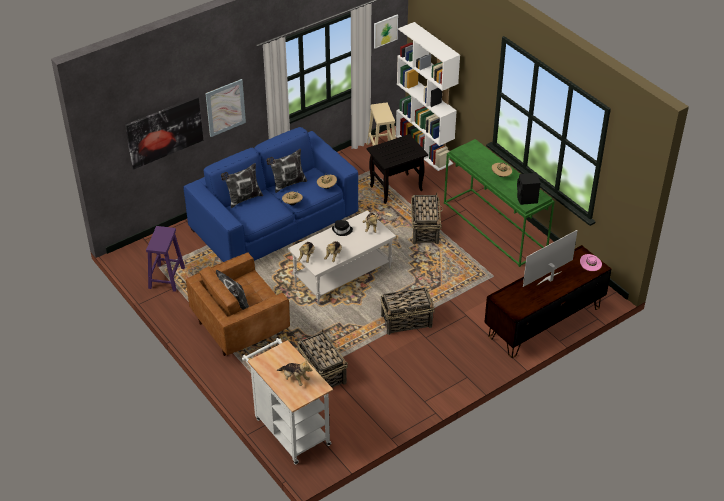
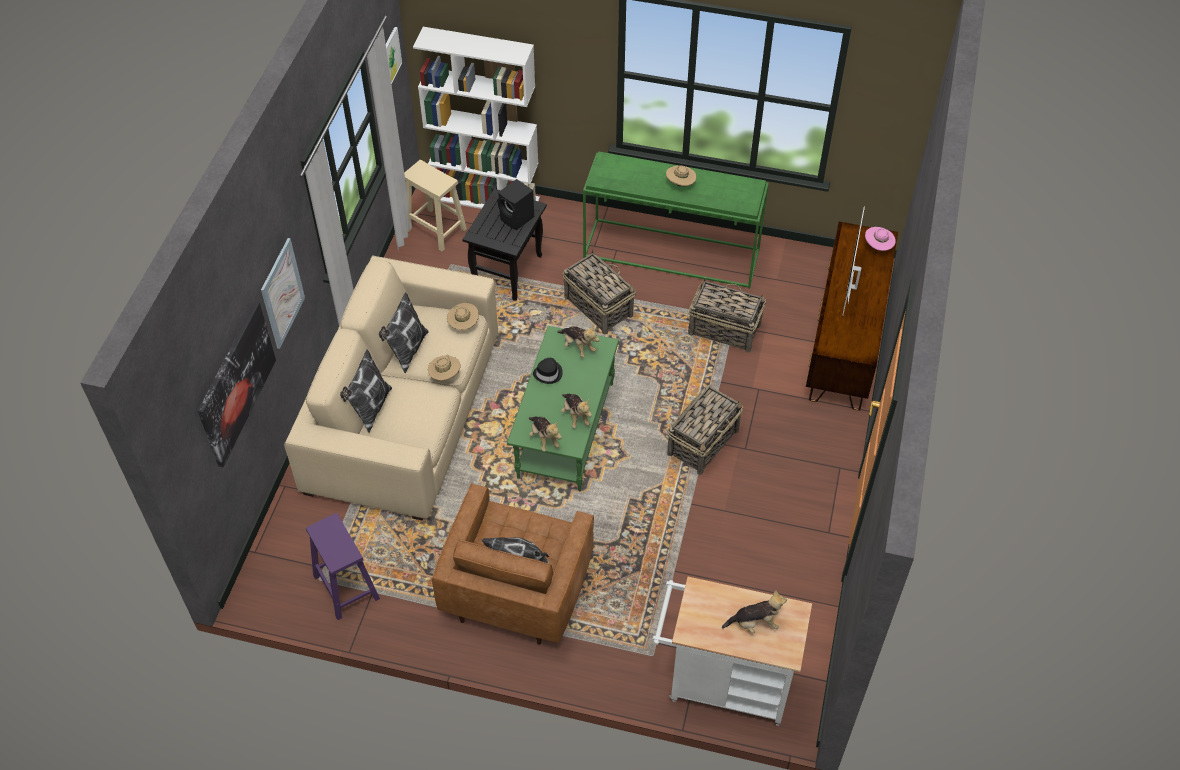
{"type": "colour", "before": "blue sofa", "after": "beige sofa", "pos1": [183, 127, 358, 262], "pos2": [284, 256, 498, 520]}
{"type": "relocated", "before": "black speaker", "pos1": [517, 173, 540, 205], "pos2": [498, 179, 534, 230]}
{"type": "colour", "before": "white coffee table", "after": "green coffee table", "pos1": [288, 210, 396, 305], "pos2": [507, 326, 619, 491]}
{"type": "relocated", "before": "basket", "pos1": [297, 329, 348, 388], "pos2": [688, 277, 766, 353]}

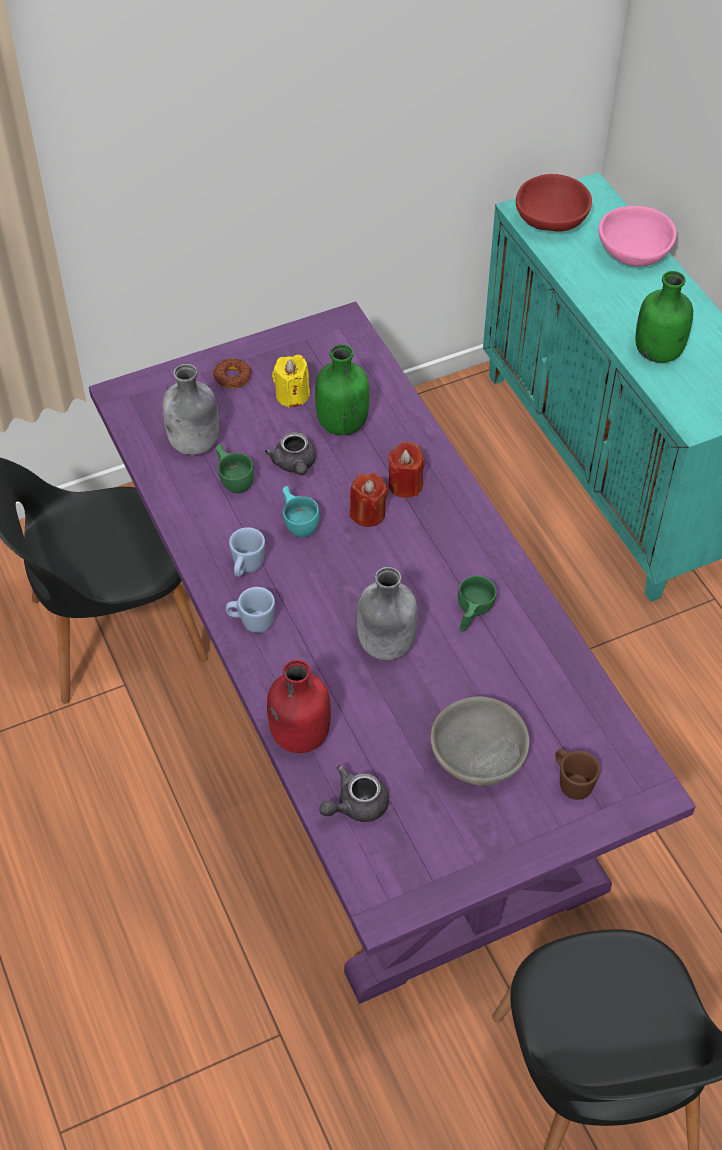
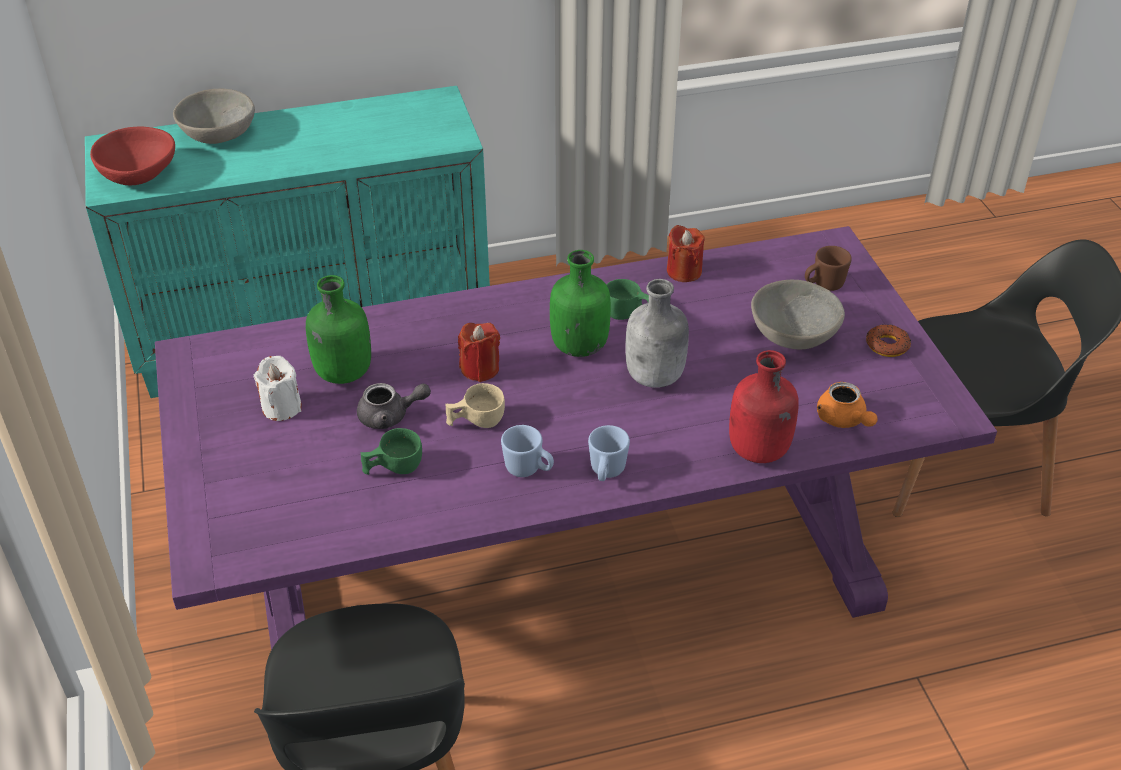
{"type": "colour", "before": "pink bowl", "after": "grey bowl", "pos1": [599, 206, 677, 267], "pos2": [173, 89, 255, 144]}
{"type": "colour", "before": "yellow candle", "after": "white candle", "pos1": [272, 355, 310, 408], "pos2": [253, 356, 302, 421]}
{"type": "colour", "before": "turquoise cup", "after": "beige cup", "pos1": [282, 486, 319, 538], "pos2": [446, 383, 505, 428]}
{"type": "relocated", "before": "green bottle", "pos1": [636, 271, 693, 363], "pos2": [550, 250, 611, 357]}
{"type": "relocated", "before": "red candle", "pos1": [388, 442, 425, 498], "pos2": [667, 225, 705, 282]}
{"type": "colour", "before": "grey teapot", "after": "orange teapot", "pos1": [319, 765, 389, 822], "pos2": [817, 382, 878, 428]}
{"type": "relocated", "before": "donut", "pos1": [213, 359, 252, 388], "pos2": [866, 324, 911, 357]}
{"type": "missing", "before": "grey bottle", "pos1": [162, 364, 219, 455]}

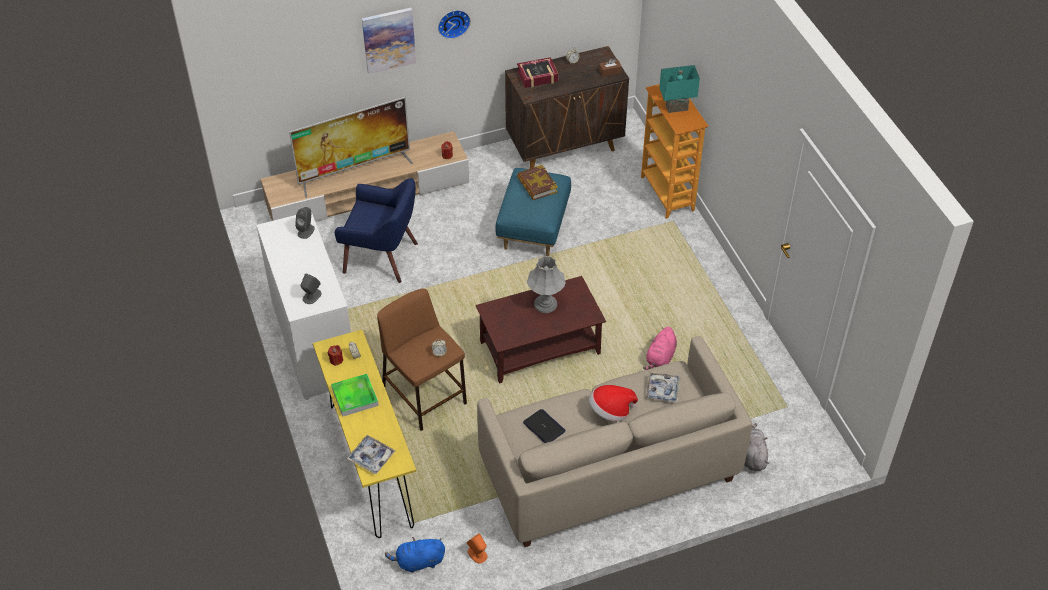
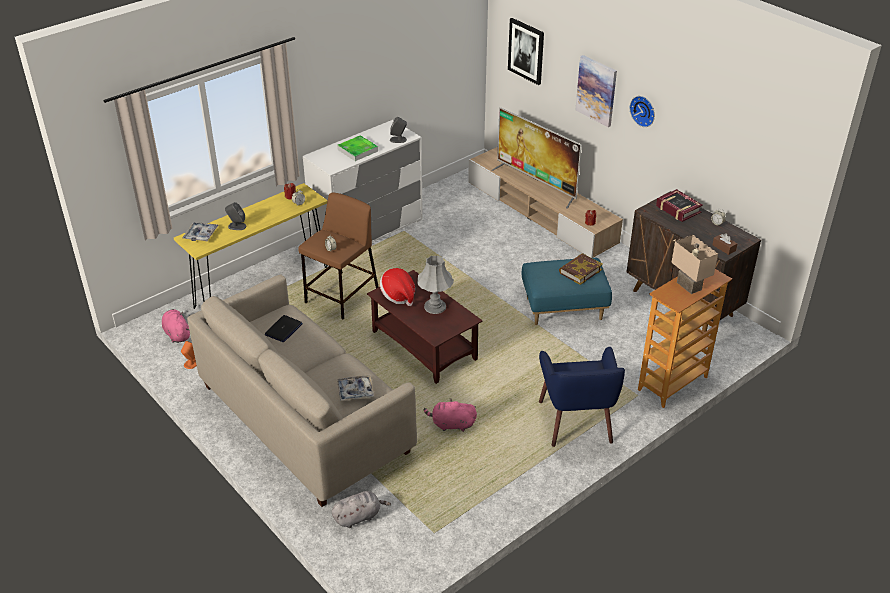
{"type": "colour", "before": "blue plush toy", "after": "pink plush toy", "pos1": [385, 537, 445, 573], "pos2": [162, 309, 190, 343]}
{"type": "relocated", "before": "grey speaker", "pos1": [300, 273, 321, 304], "pos2": [225, 202, 247, 230]}
{"type": "relocated", "before": "tray", "pos1": [331, 374, 379, 417], "pos2": [337, 135, 378, 161]}
{"type": "relocated", "before": "hat", "pos1": [589, 385, 638, 421], "pos2": [380, 268, 415, 306]}
{"type": "appeared", "after": "picture", "pos2": [508, 18, 544, 85]}
{"type": "relocated", "before": "blue armchair", "pos1": [335, 178, 418, 283], "pos2": [539, 347, 625, 447]}
{"type": "colour", "before": "turquoise table lamp", "after": "beige table lamp", "pos1": [659, 65, 700, 113], "pos2": [671, 235, 718, 294]}

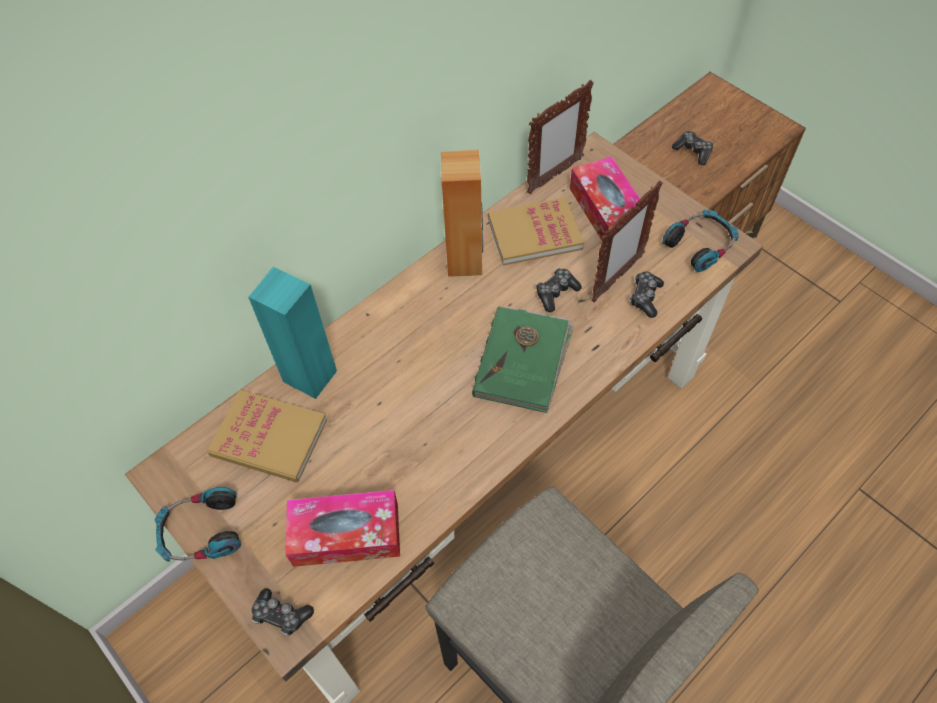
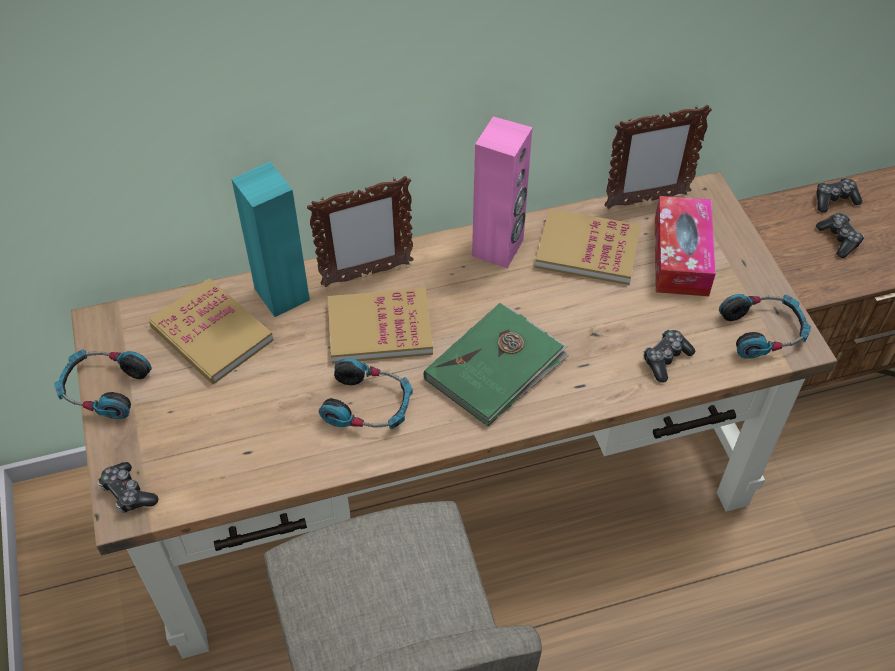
{"type": "relocated", "before": "picture frame", "pos1": [591, 181, 662, 303], "pos2": [307, 176, 414, 287]}
{"type": "appeared", "after": "headphones", "pos2": [319, 359, 413, 429]}
{"type": "appeared", "after": "book", "pos2": [328, 288, 433, 364]}
{"type": "colour", "before": "brown speaker", "after": "pink speaker", "pos1": [441, 149, 483, 277], "pos2": [472, 116, 533, 268]}
{"type": "relocated", "before": "game controller", "pos1": [536, 268, 582, 312], "pos2": [816, 178, 862, 212]}
{"type": "missing", "before": "tissue box", "pos1": [285, 490, 400, 567]}

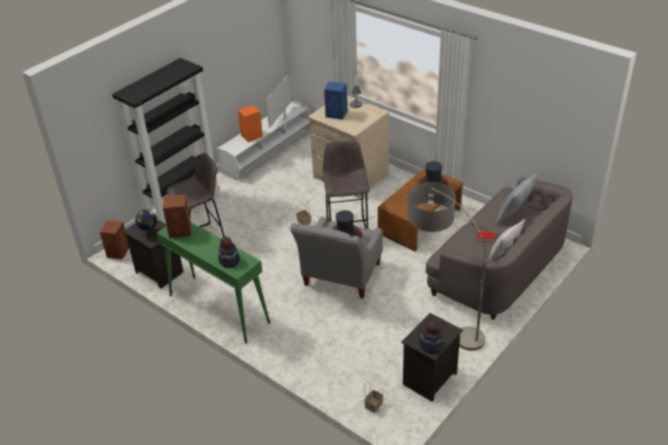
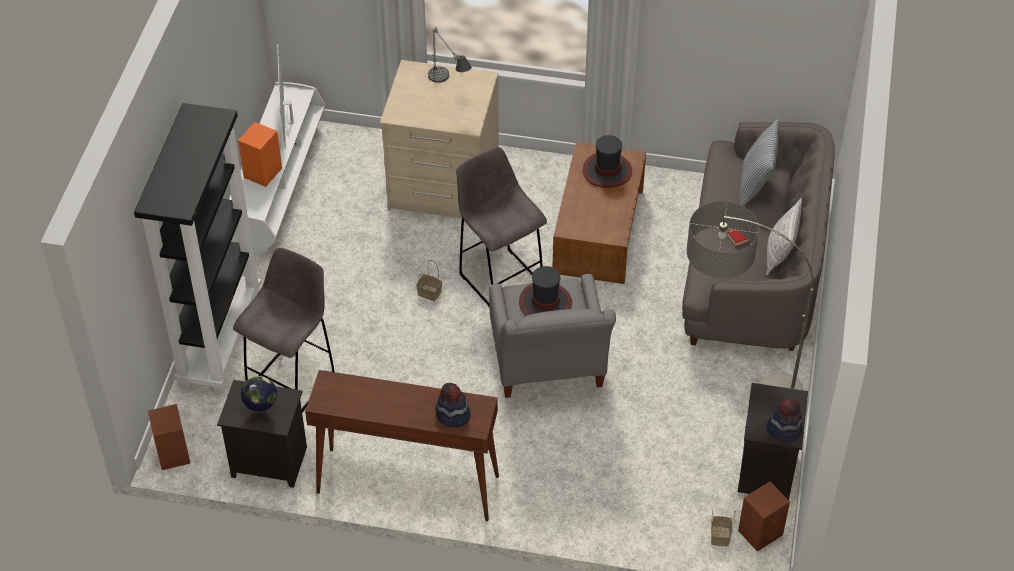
{"type": "colour", "before": "green console table", "after": "brown console table", "pos1": [157, 222, 270, 344], "pos2": [305, 370, 499, 521]}
{"type": "relocated", "before": "brown speaker", "pos1": [163, 194, 191, 238], "pos2": [738, 481, 790, 552]}
{"type": "missing", "before": "blue speaker", "pos1": [324, 81, 347, 120]}

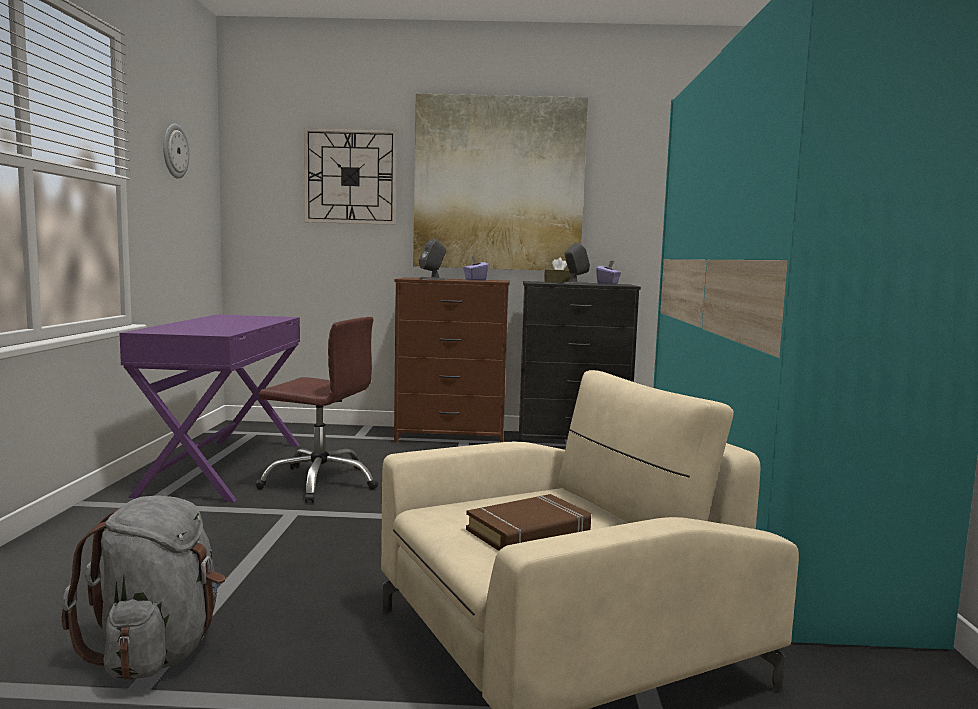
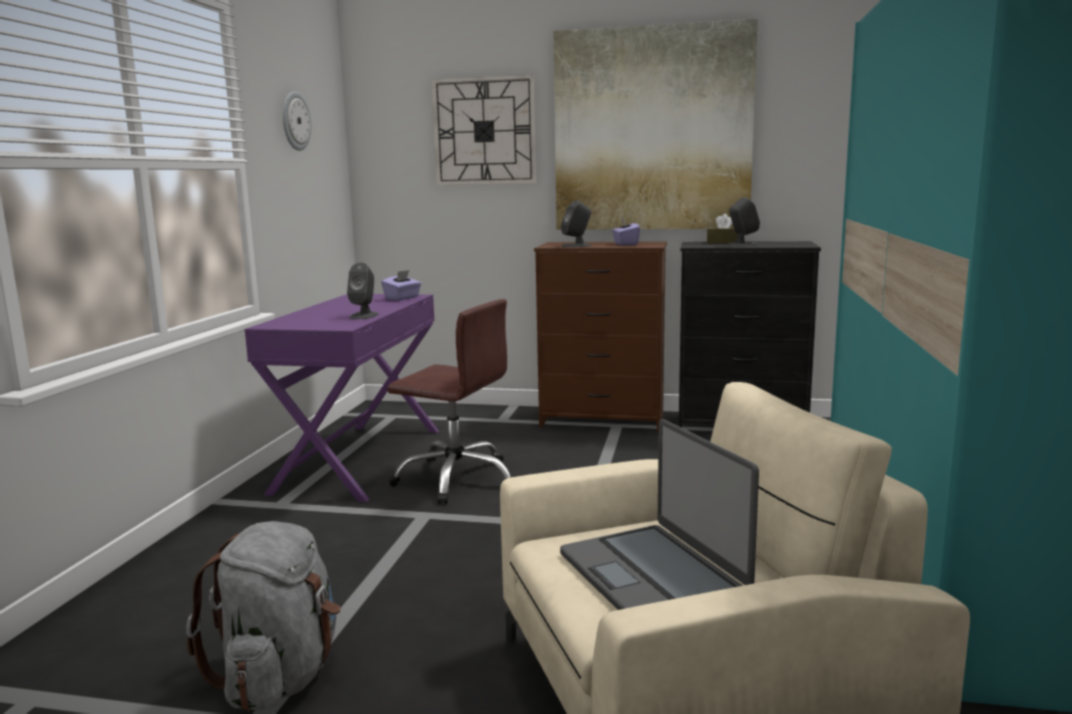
{"type": "appeared", "after": "grey speaker", "pos2": [347, 262, 378, 319]}
{"type": "relocated", "before": "purple tissue box", "pos1": [596, 260, 621, 285], "pos2": [381, 270, 421, 300]}
{"type": "exchanged", "before": "brown book", "after": "laptop", "pos1": [466, 494, 591, 551], "pos2": [560, 419, 759, 610]}

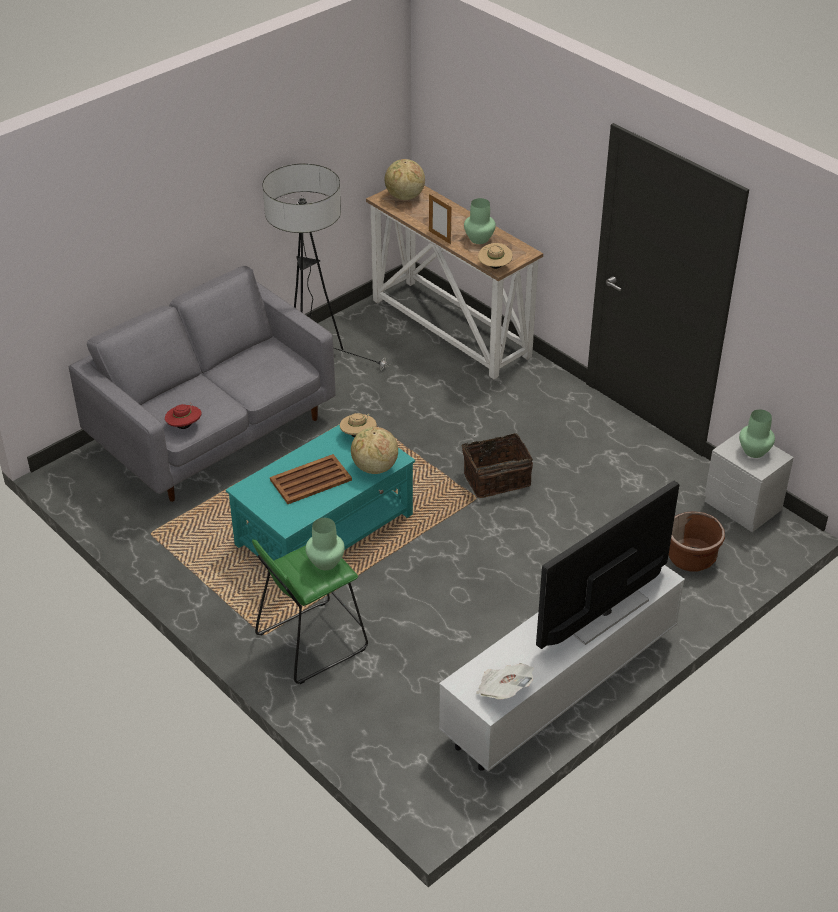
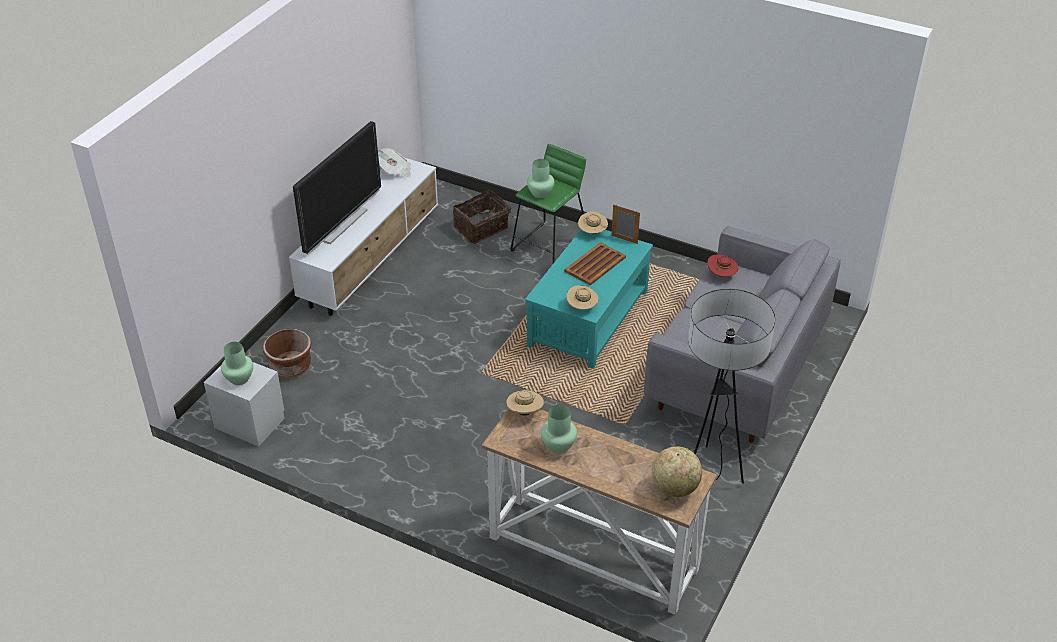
{"type": "relocated", "before": "basket", "pos1": [462, 433, 533, 498], "pos2": [453, 190, 513, 244]}
{"type": "appeared", "after": "beige hat", "pos2": [578, 212, 608, 234]}
{"type": "relocated", "before": "picture frame", "pos1": [429, 194, 452, 244], "pos2": [612, 204, 640, 244]}
{"type": "missing", "before": "globe", "pos1": [351, 427, 398, 474]}

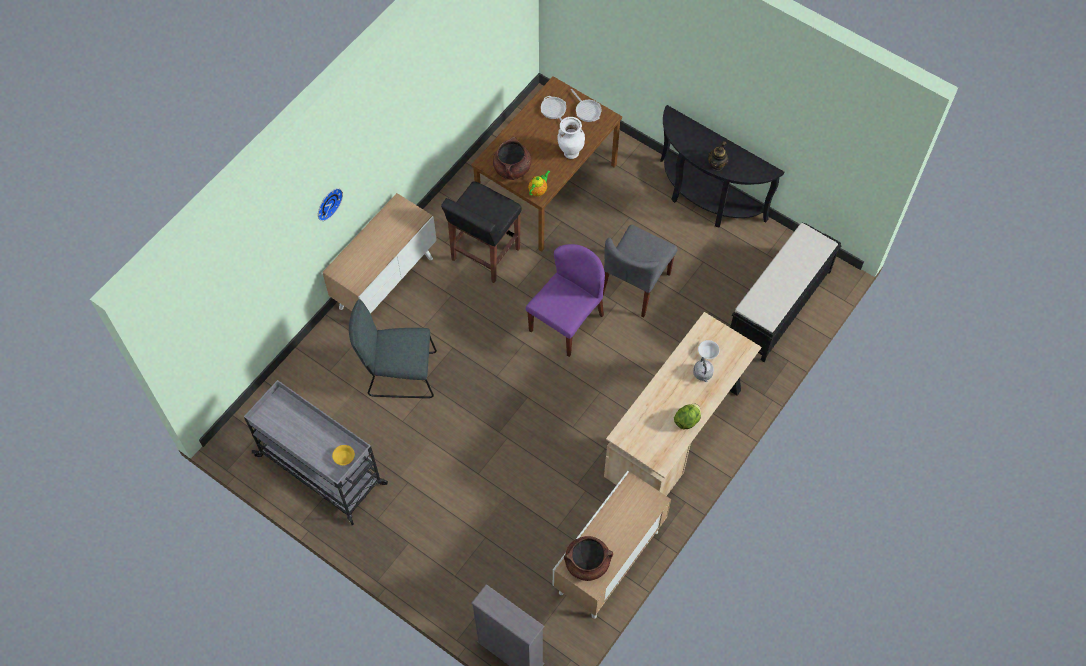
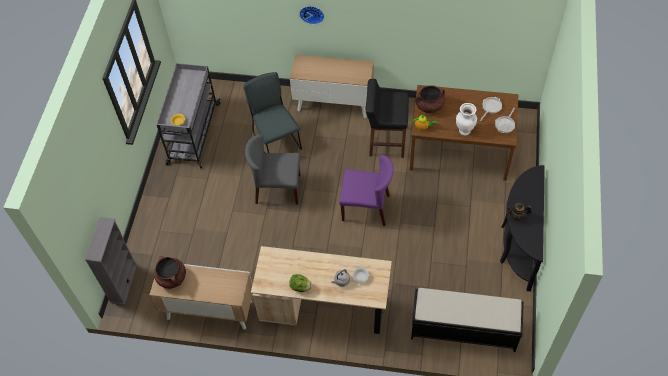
{"type": "relocated", "before": "grey chair", "pos1": [603, 224, 678, 317], "pos2": [245, 134, 300, 205]}

